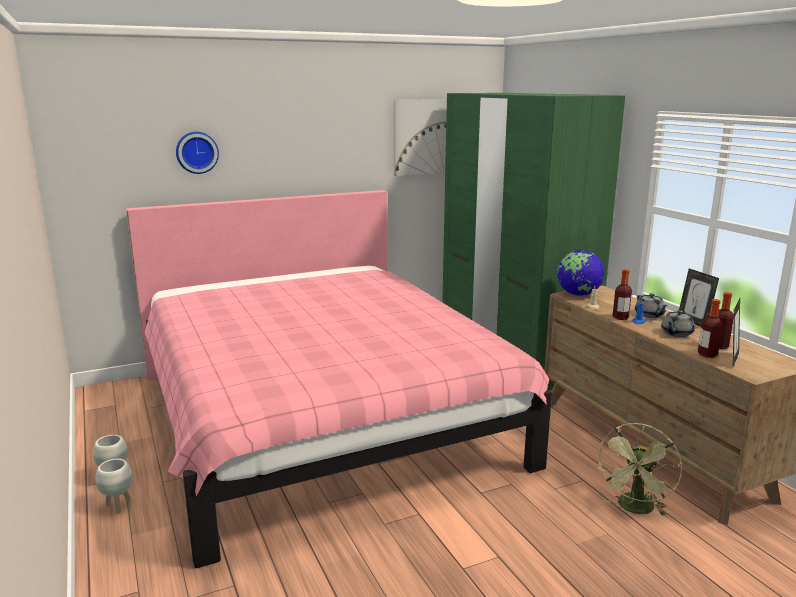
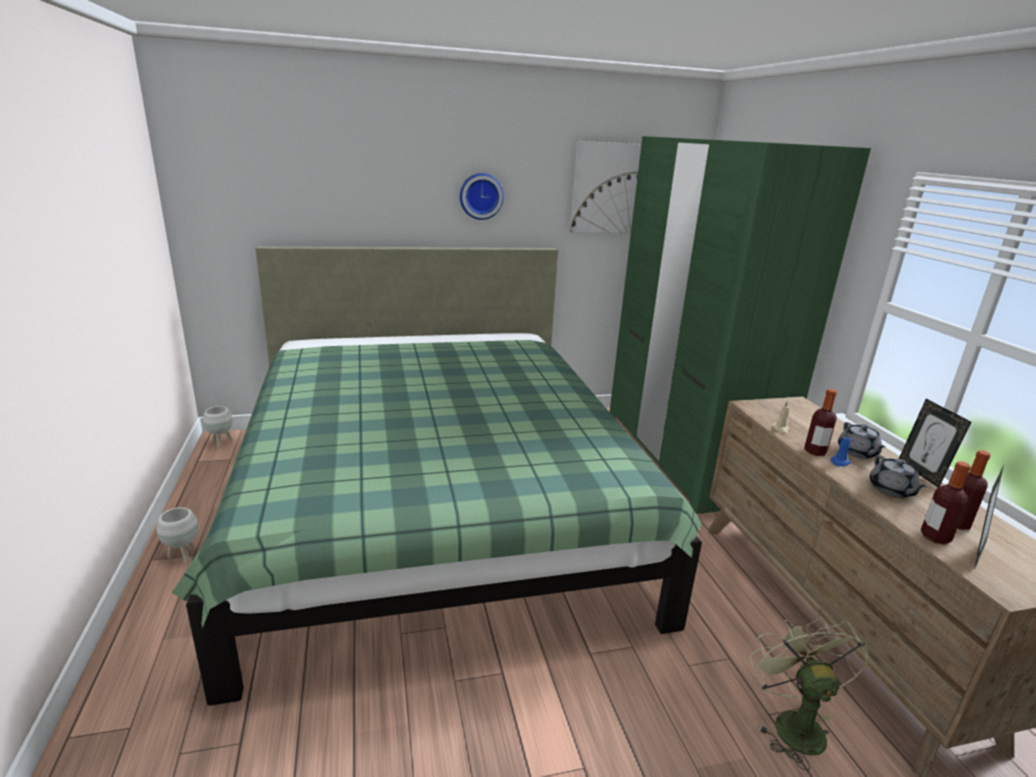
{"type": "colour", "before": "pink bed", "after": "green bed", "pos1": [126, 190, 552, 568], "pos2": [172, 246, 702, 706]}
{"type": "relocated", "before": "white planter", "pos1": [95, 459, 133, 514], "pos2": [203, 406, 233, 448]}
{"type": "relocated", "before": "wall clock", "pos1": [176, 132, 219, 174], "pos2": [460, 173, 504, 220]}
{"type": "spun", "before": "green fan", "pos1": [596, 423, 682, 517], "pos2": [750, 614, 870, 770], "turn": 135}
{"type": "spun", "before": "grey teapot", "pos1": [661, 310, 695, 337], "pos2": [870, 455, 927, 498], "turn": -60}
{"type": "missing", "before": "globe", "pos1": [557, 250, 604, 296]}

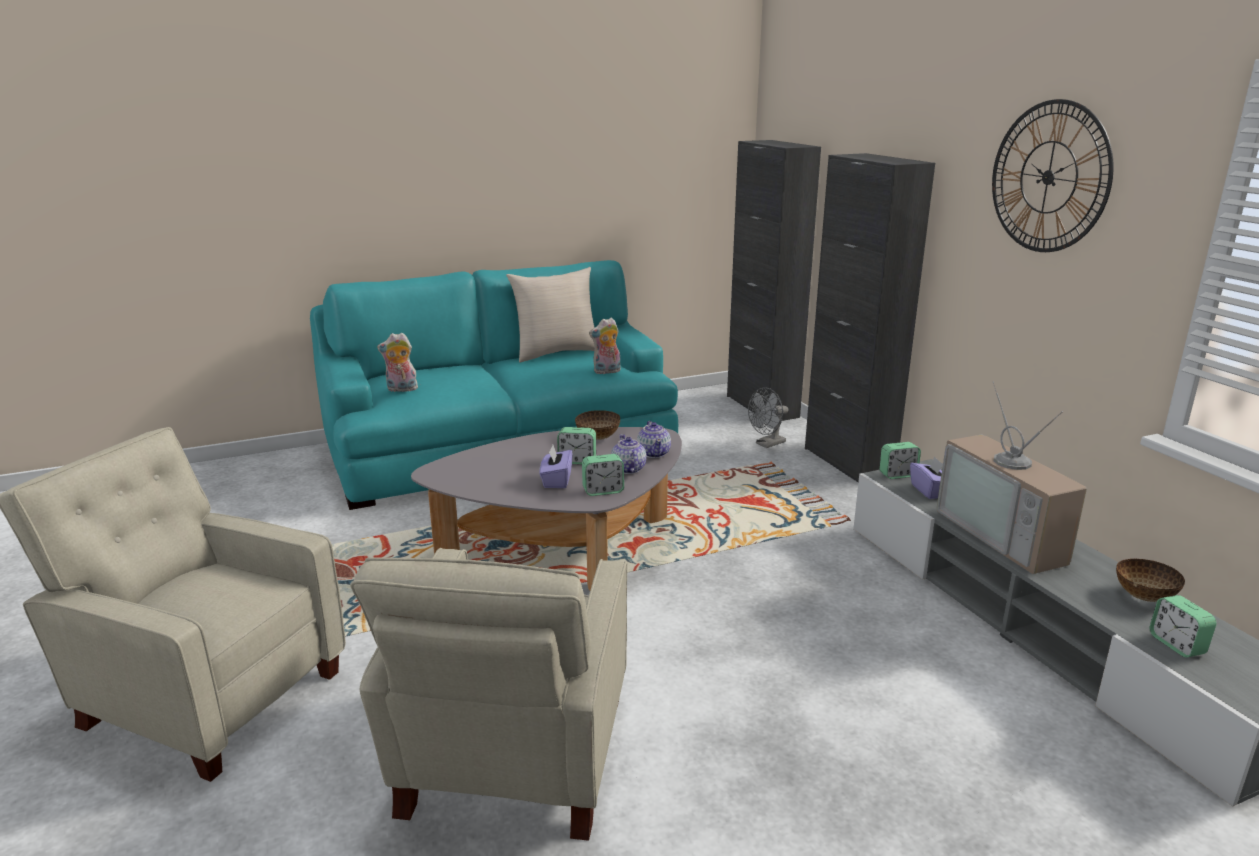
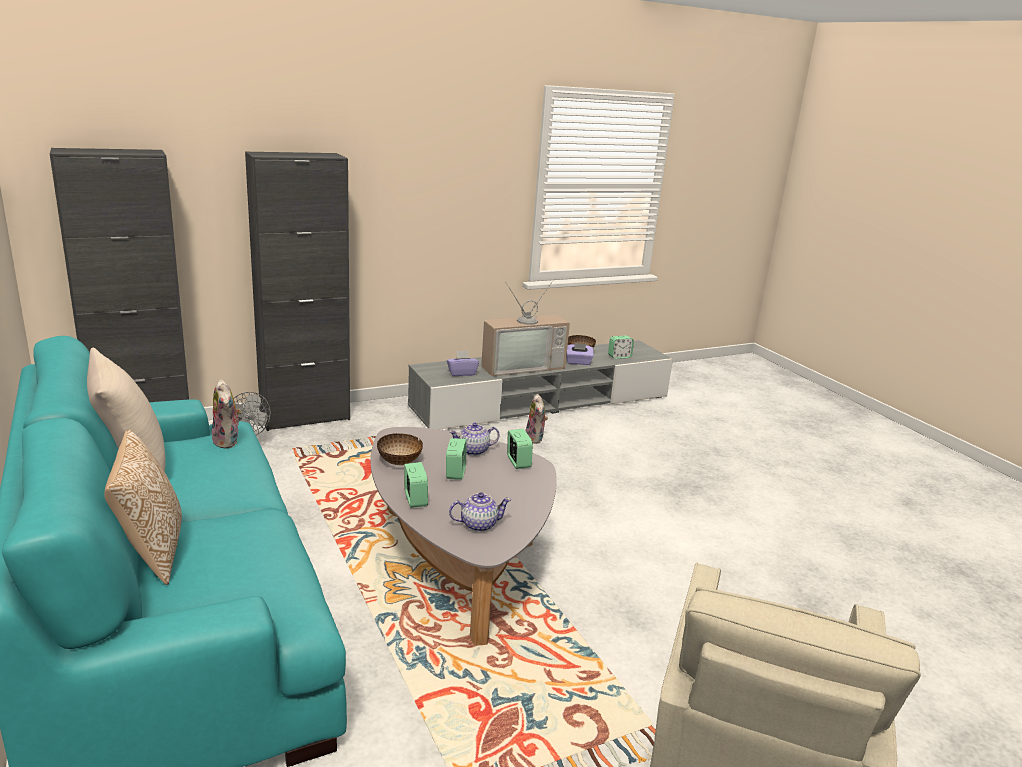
{"type": "appeared", "after": "pillow", "pos2": [104, 430, 182, 585]}
{"type": "relocated", "before": "alarm clock", "pos1": [880, 442, 921, 479], "pos2": [404, 462, 428, 508]}
{"type": "relocated", "before": "teapot", "pos1": [637, 421, 671, 458], "pos2": [449, 492, 511, 532]}
{"type": "relocated", "before": "plush toy", "pos1": [377, 333, 418, 392], "pos2": [525, 394, 548, 444]}
{"type": "relocated", "before": "purple tissue box", "pos1": [539, 445, 573, 488], "pos2": [566, 343, 594, 365]}
{"type": "missing", "before": "beige armchair", "pos1": [350, 548, 627, 841]}
{"type": "missing", "before": "wall clock", "pos1": [992, 99, 1114, 252]}

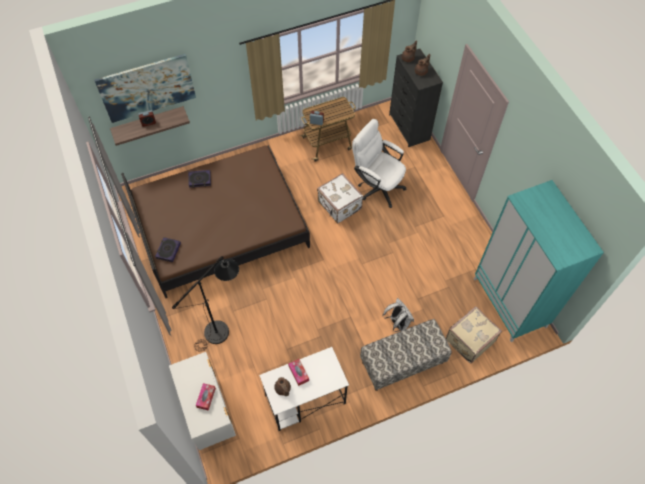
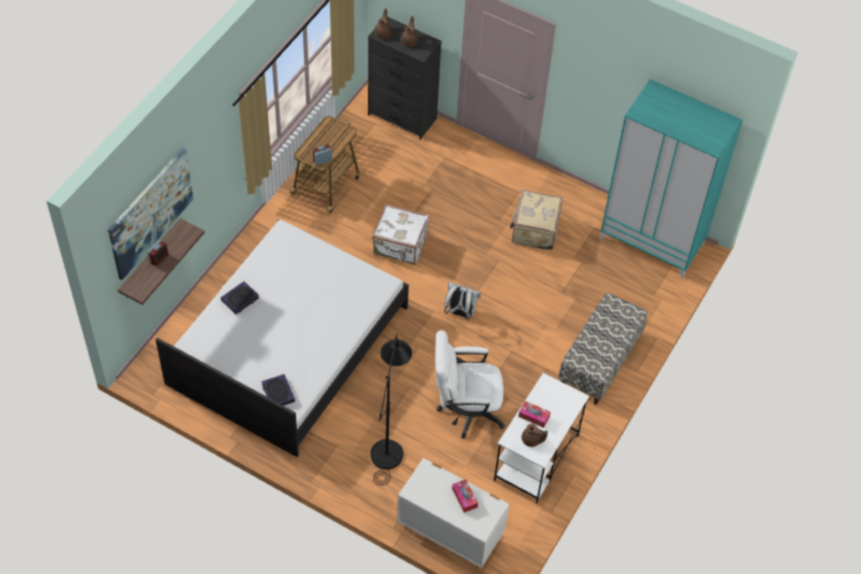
{"type": "colour", "before": "brown bed", "after": "white bed", "pos1": [121, 145, 310, 298], "pos2": [155, 219, 409, 457]}
{"type": "relocated", "before": "white office chair", "pos1": [352, 119, 406, 208], "pos2": [435, 330, 505, 439]}
{"type": "relocated", "before": "white backpack", "pos1": [383, 298, 414, 332], "pos2": [444, 282, 481, 320]}
{"type": "relocated", "before": "beige suitcase", "pos1": [446, 306, 502, 364], "pos2": [510, 189, 563, 250]}

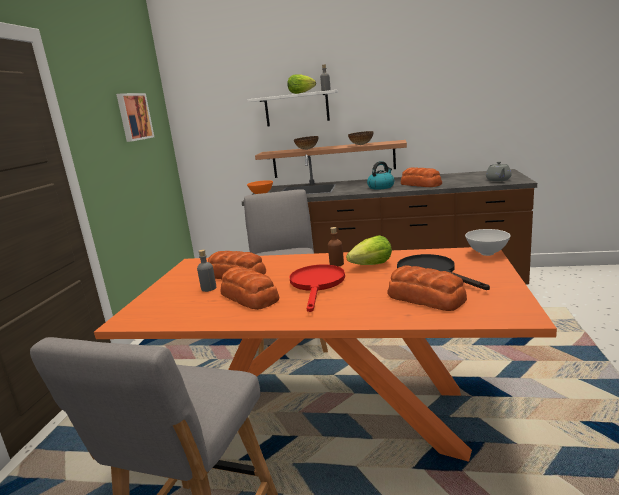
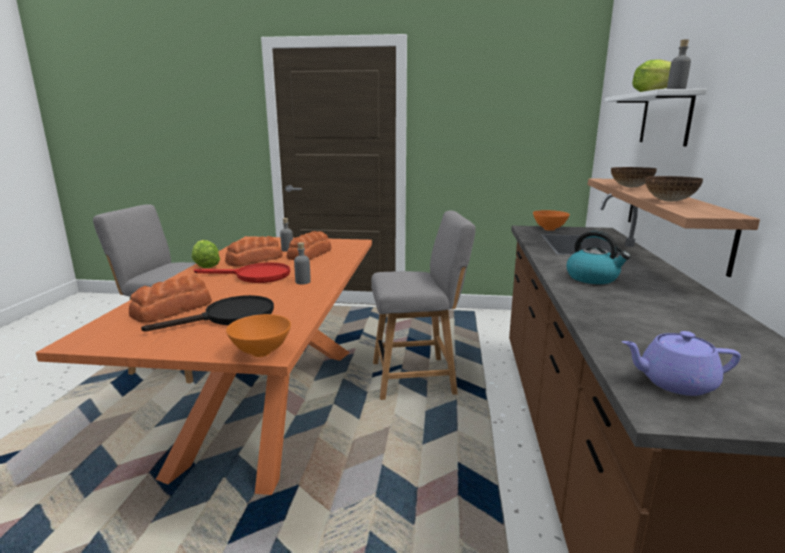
{"type": "relocated", "before": "lettuce", "pos1": [346, 235, 392, 265], "pos2": [192, 240, 220, 268]}
{"type": "colour", "before": "white bowl", "after": "orange bowl", "pos1": [465, 229, 511, 256], "pos2": [226, 314, 291, 357]}
{"type": "colour", "before": "brown bottle", "after": "grey bottle", "pos1": [328, 227, 344, 267], "pos2": [294, 242, 311, 285]}
{"type": "colour", "before": "grey teapot", "after": "purple teapot", "pos1": [486, 161, 512, 182], "pos2": [622, 331, 741, 396]}
{"type": "missing", "before": "picture", "pos1": [116, 93, 154, 142]}
{"type": "missing", "before": "bread", "pos1": [401, 167, 442, 187]}

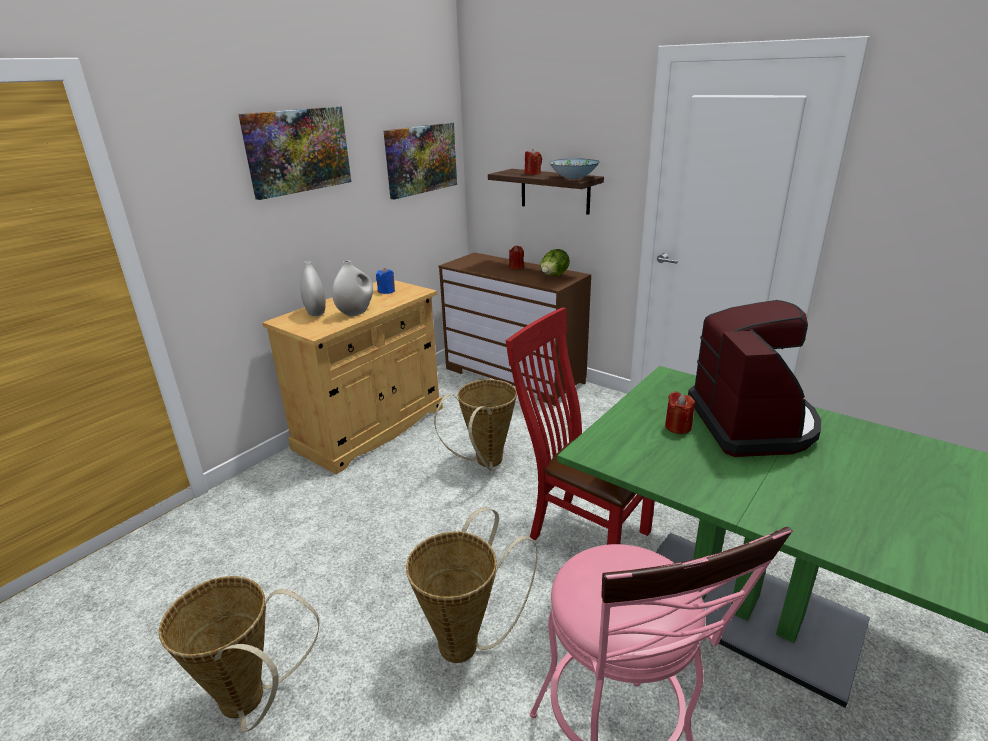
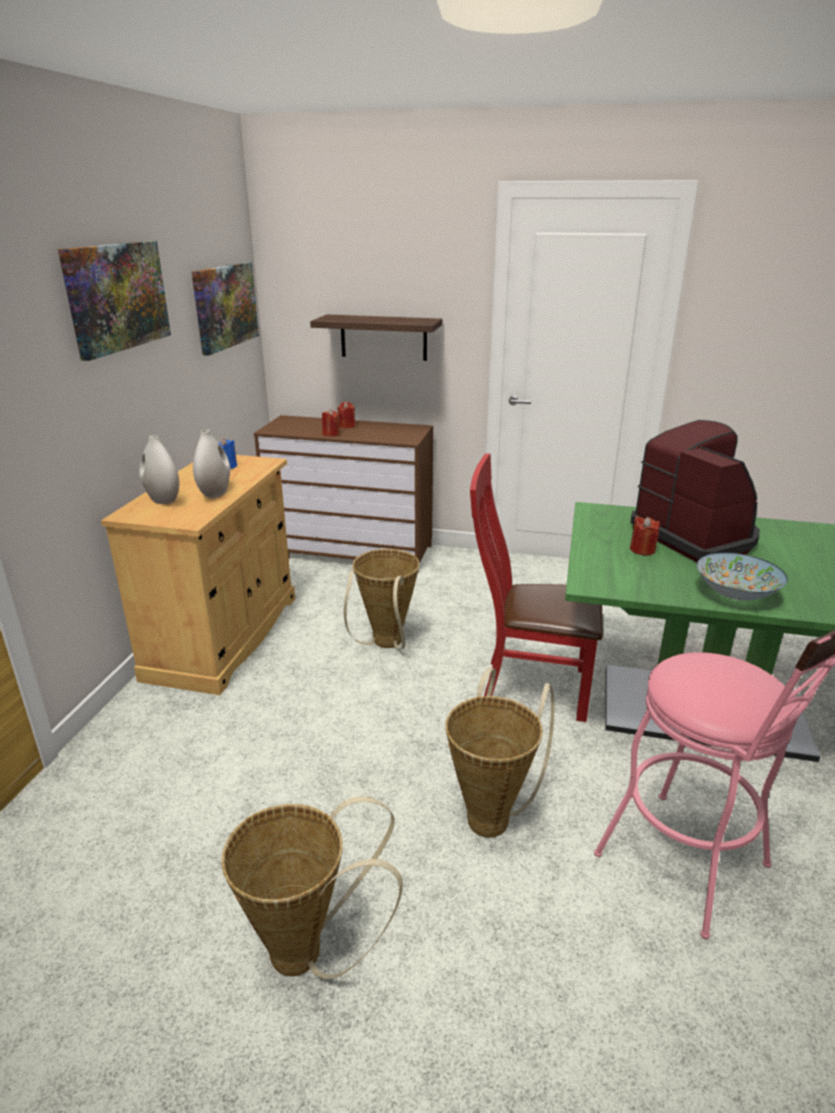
{"type": "relocated", "before": "red candle", "pos1": [525, 149, 542, 175], "pos2": [322, 409, 340, 437]}
{"type": "relocated", "before": "bowl", "pos1": [549, 159, 599, 179], "pos2": [696, 552, 788, 601]}
{"type": "missing", "before": "lettuce", "pos1": [540, 249, 570, 276]}

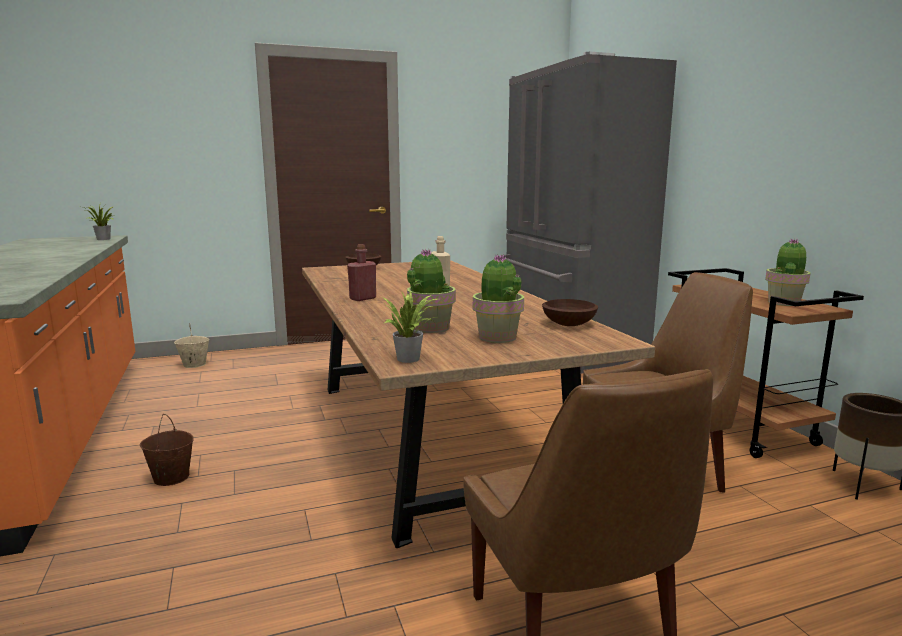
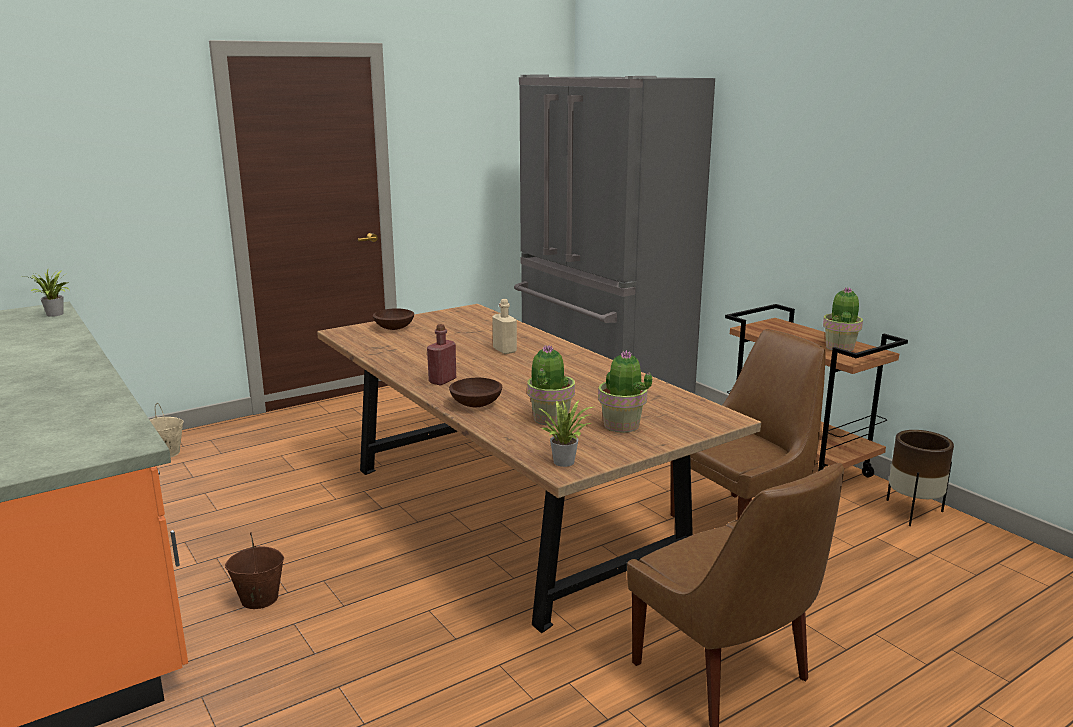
{"type": "relocated", "before": "brown bowl", "pos1": [542, 299, 598, 326], "pos2": [449, 378, 502, 407]}

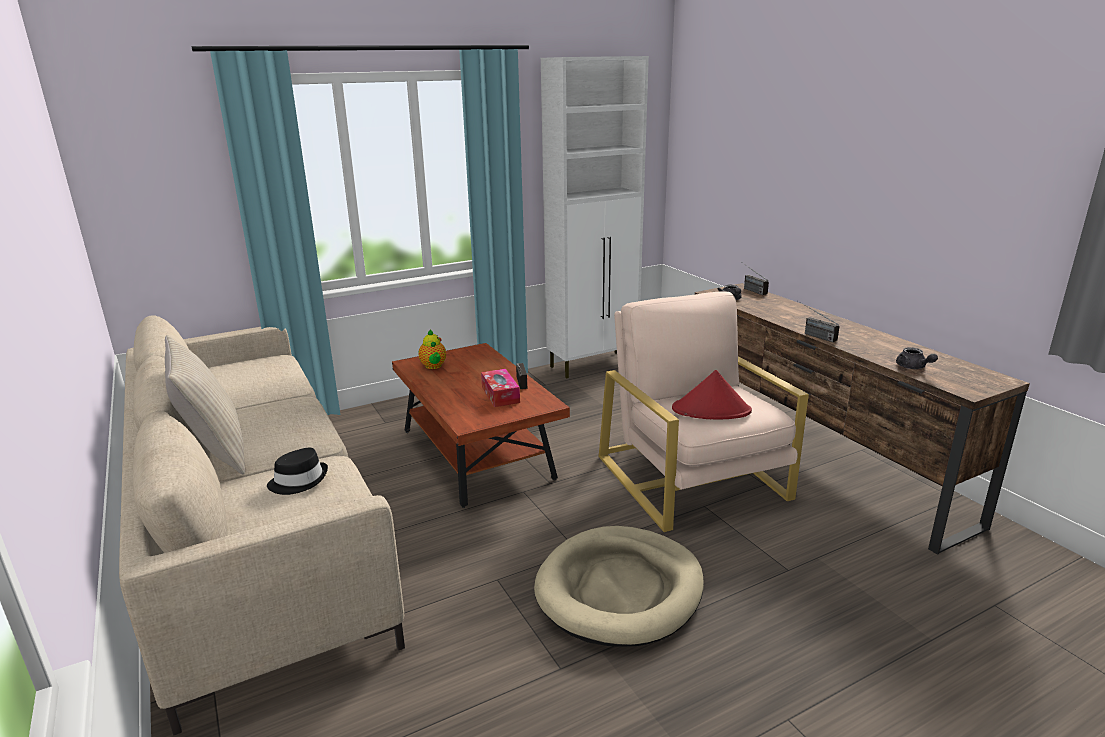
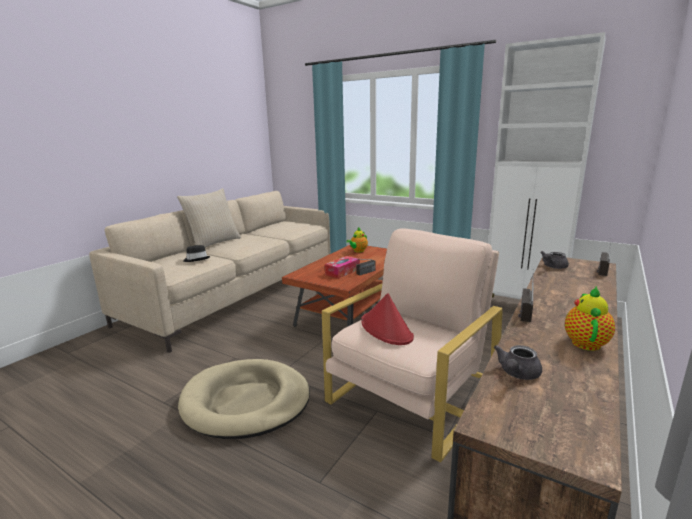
{"type": "appeared", "after": "teapot", "pos2": [565, 286, 615, 351]}

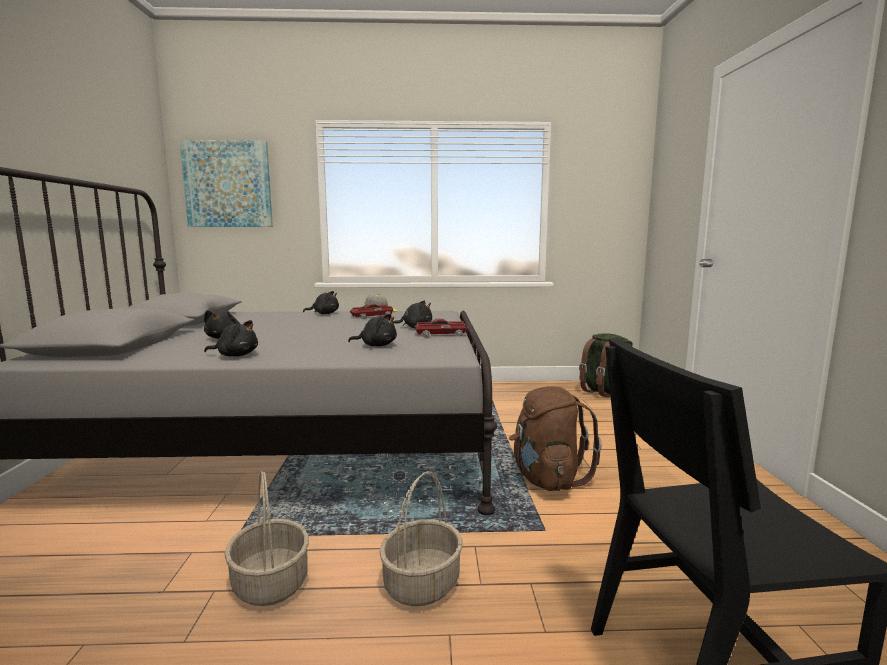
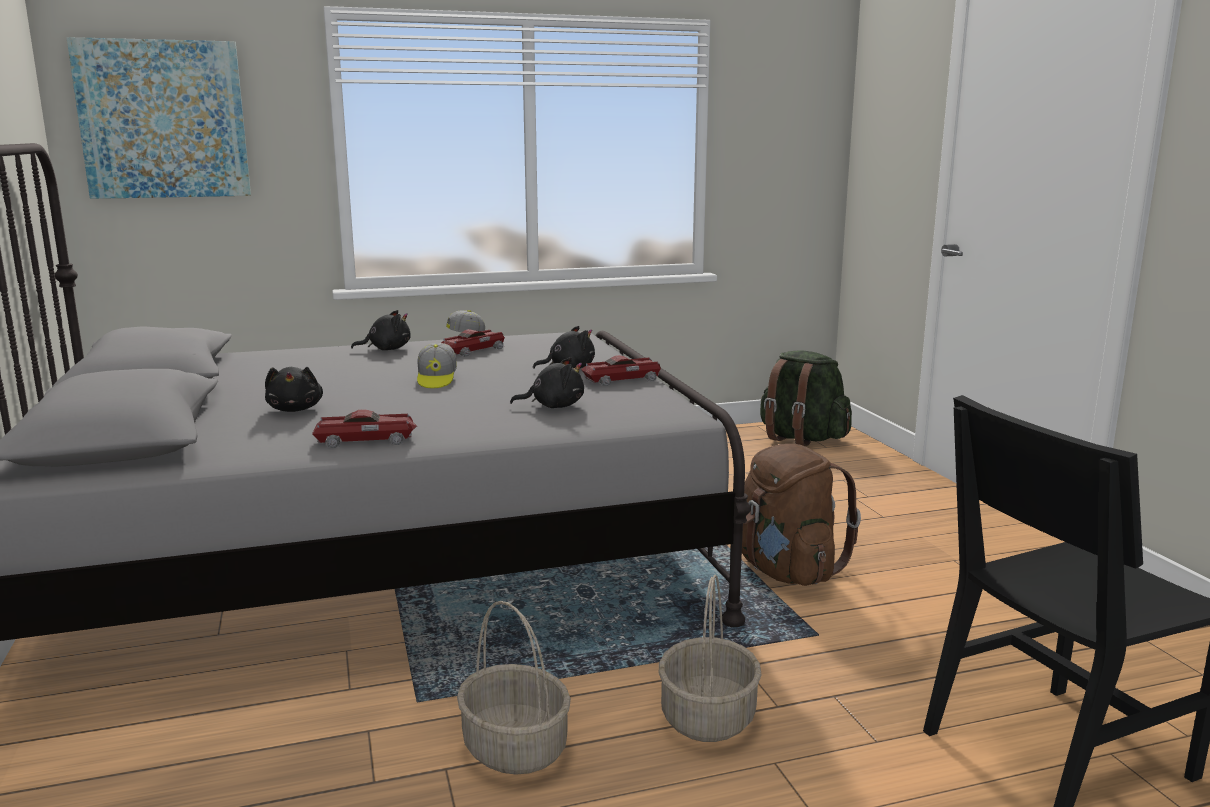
{"type": "exchanged", "before": "black plush toy", "after": "toy car", "pos1": [204, 320, 258, 356], "pos2": [312, 409, 417, 448]}
{"type": "appeared", "after": "cap", "pos2": [417, 343, 457, 388]}

